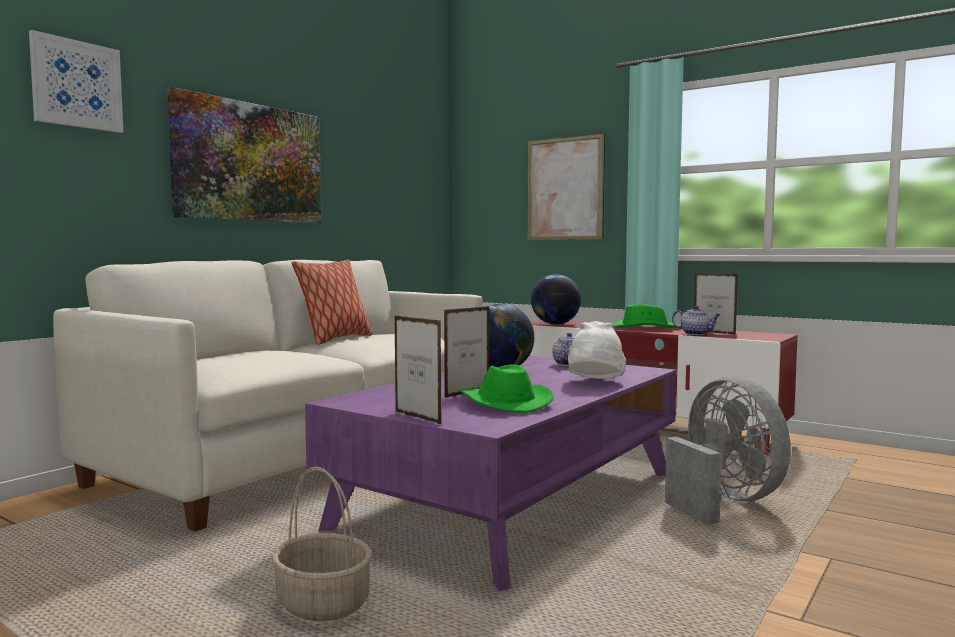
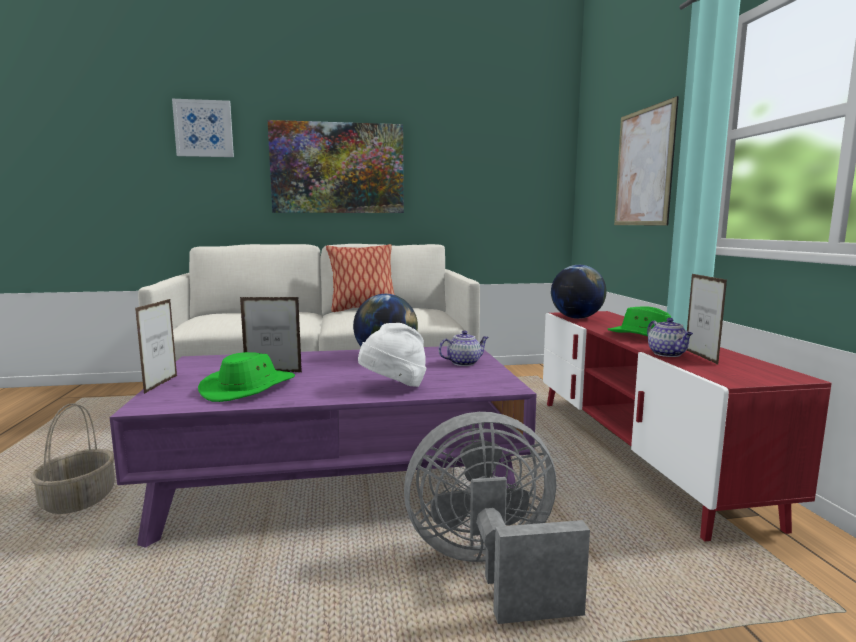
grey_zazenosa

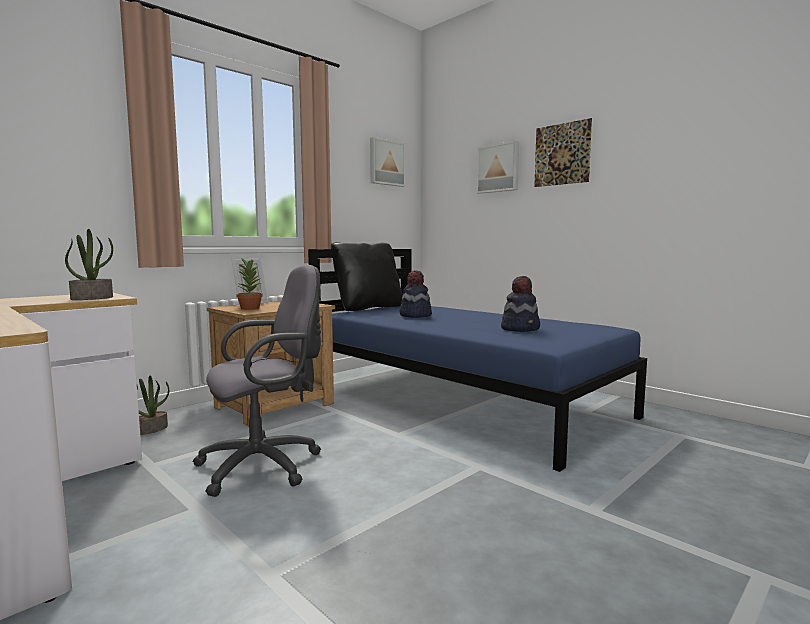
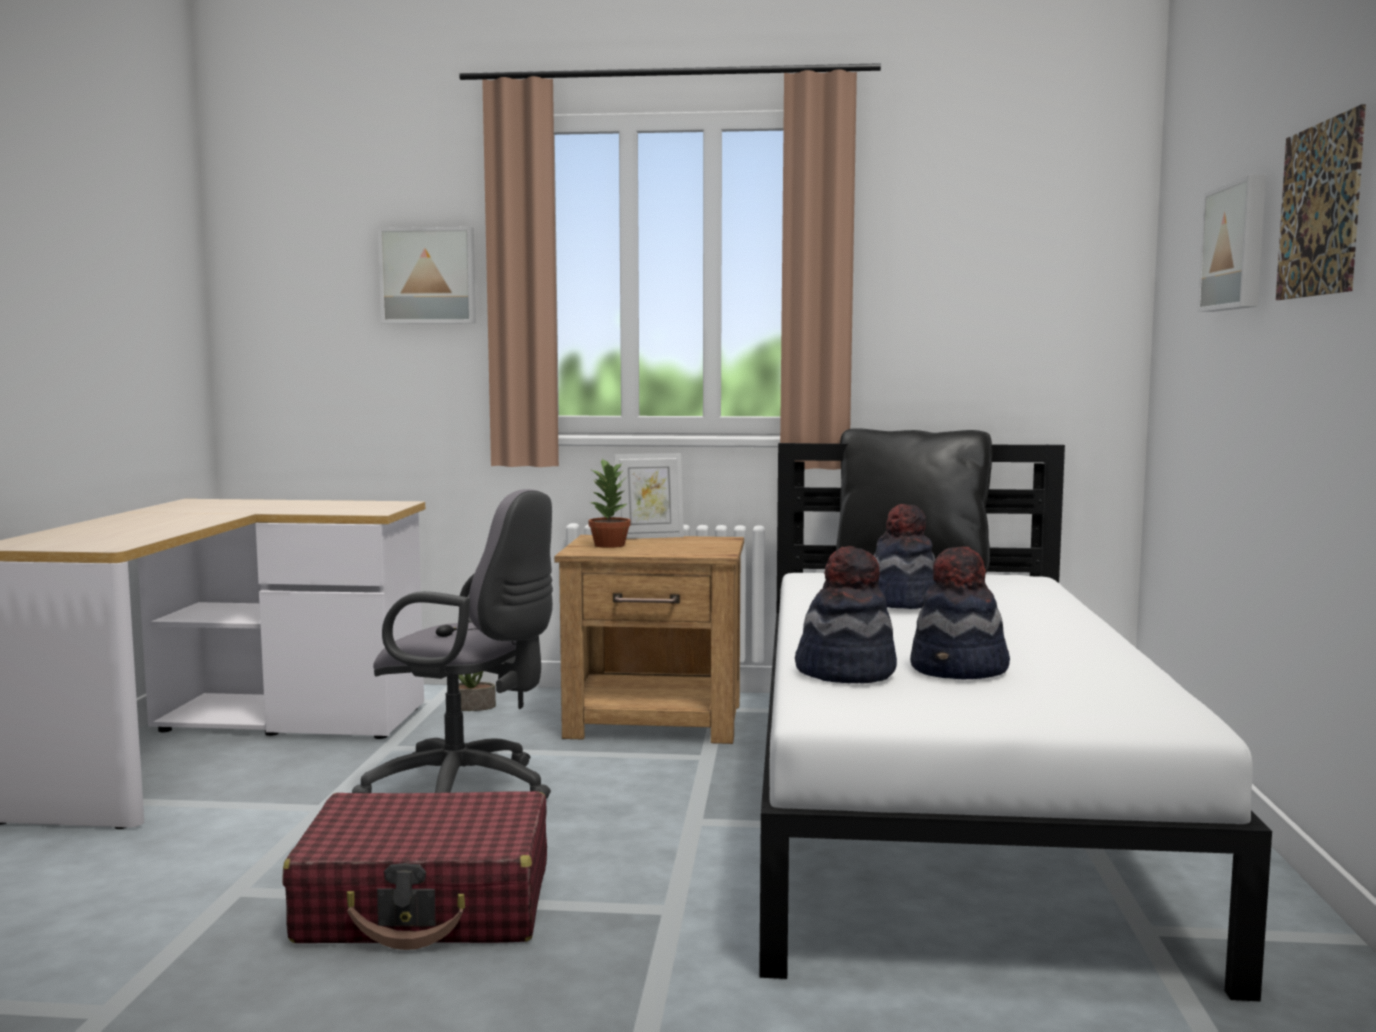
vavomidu (1st from left in the first image)
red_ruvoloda
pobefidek (1st from left)
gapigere (1st from left)
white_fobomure

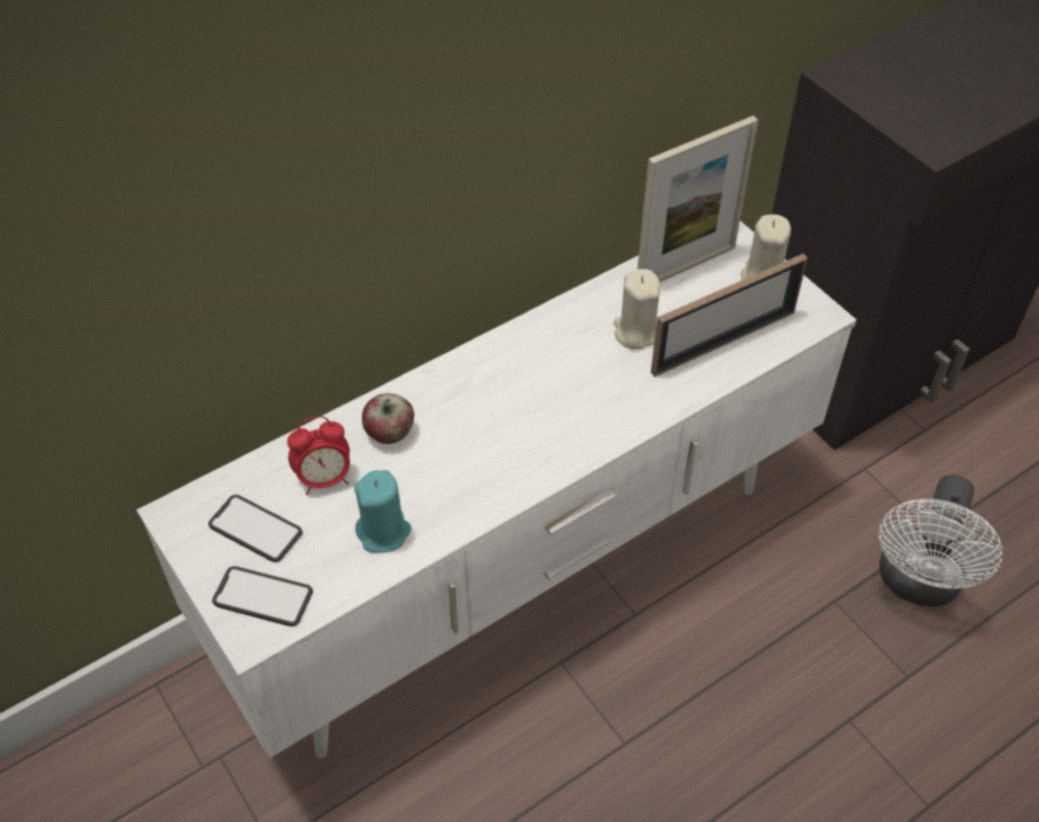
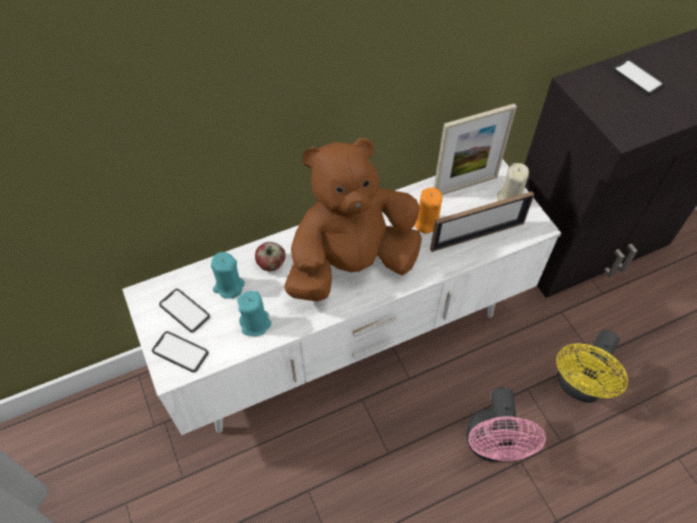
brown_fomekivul
pink_zazenosa
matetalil (3rd from left)
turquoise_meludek (1st from left)
orange_meludek
yellow_zazenosa

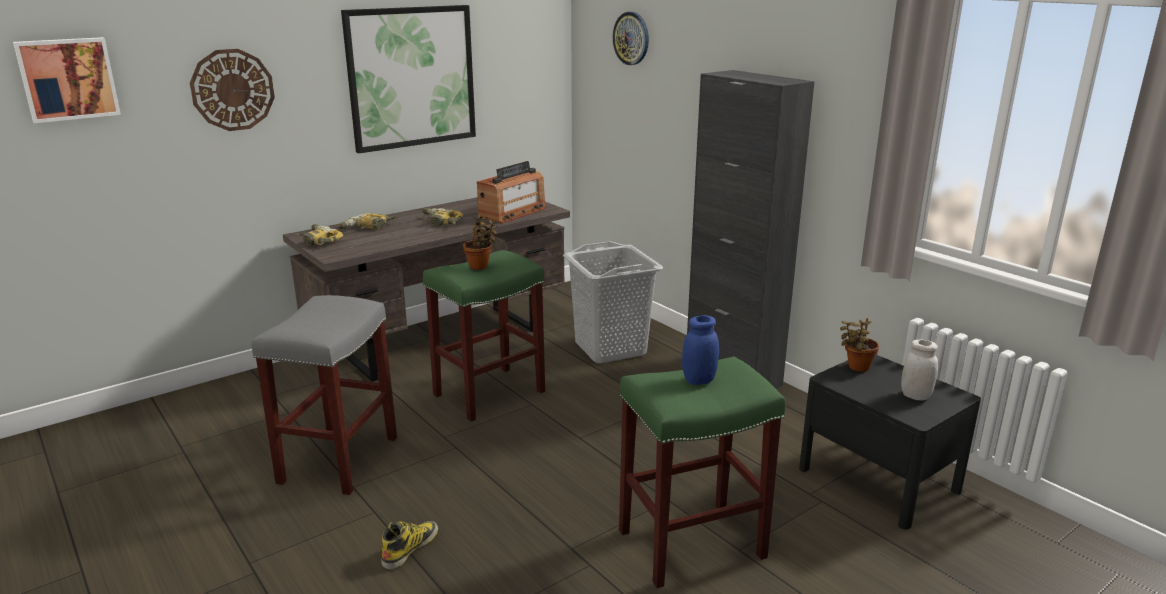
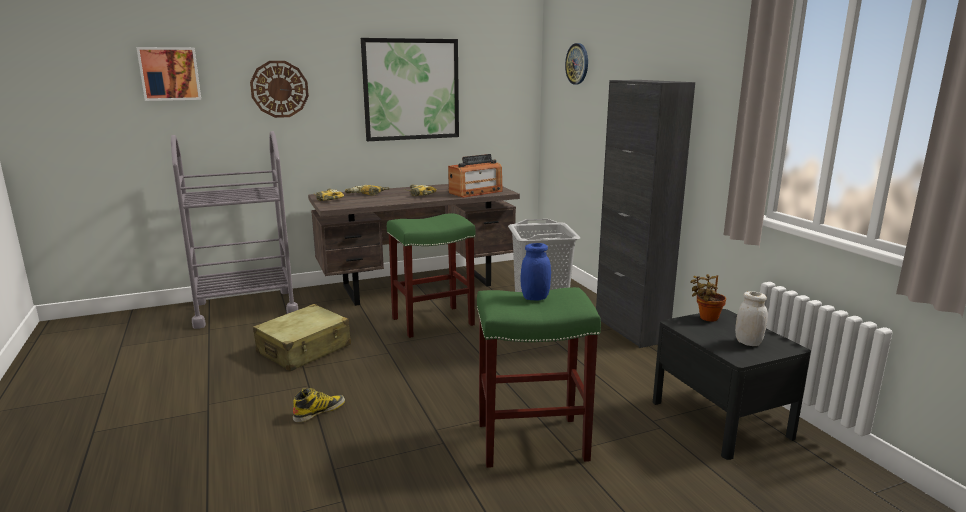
vavomidu (1st from left in the first image)
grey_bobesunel
beige_ruvoloda

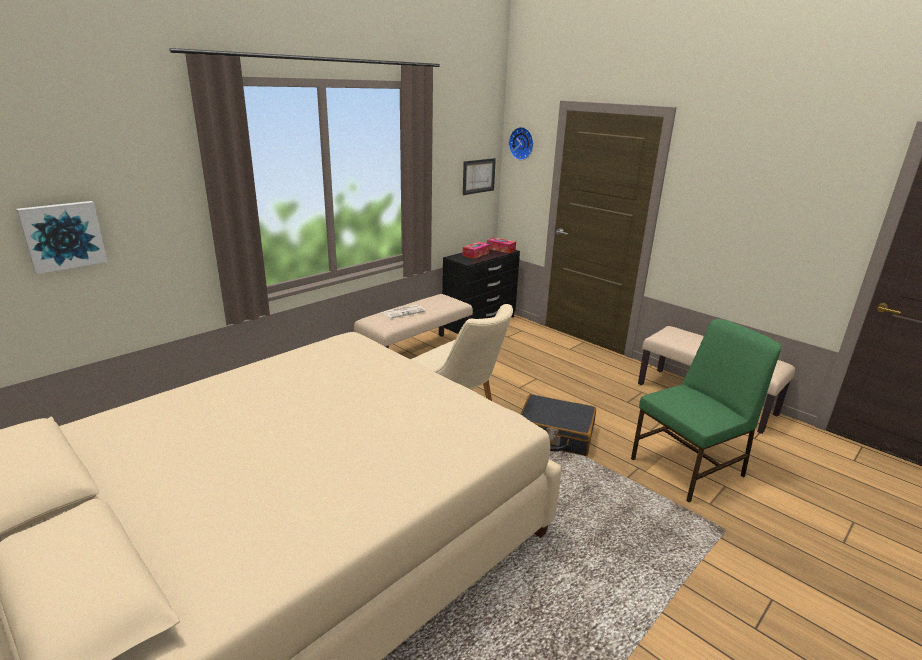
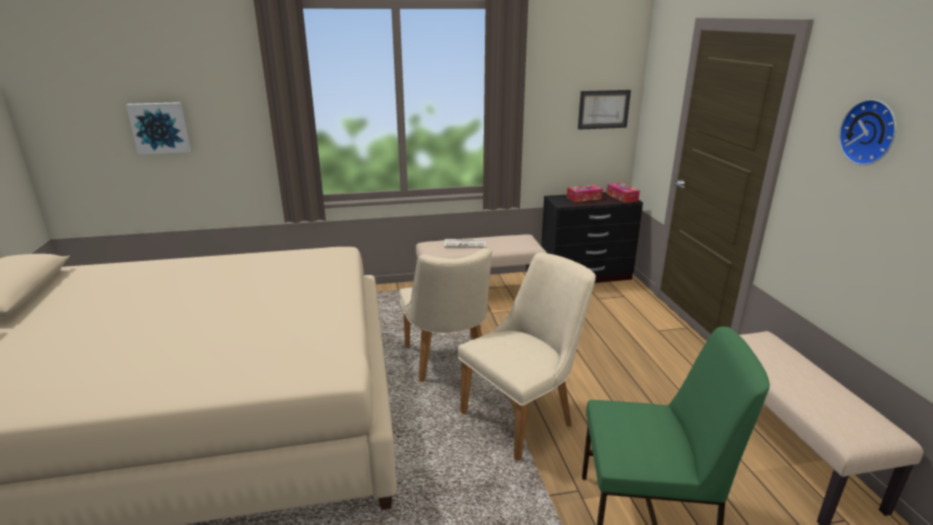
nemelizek
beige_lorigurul (2nd from left)

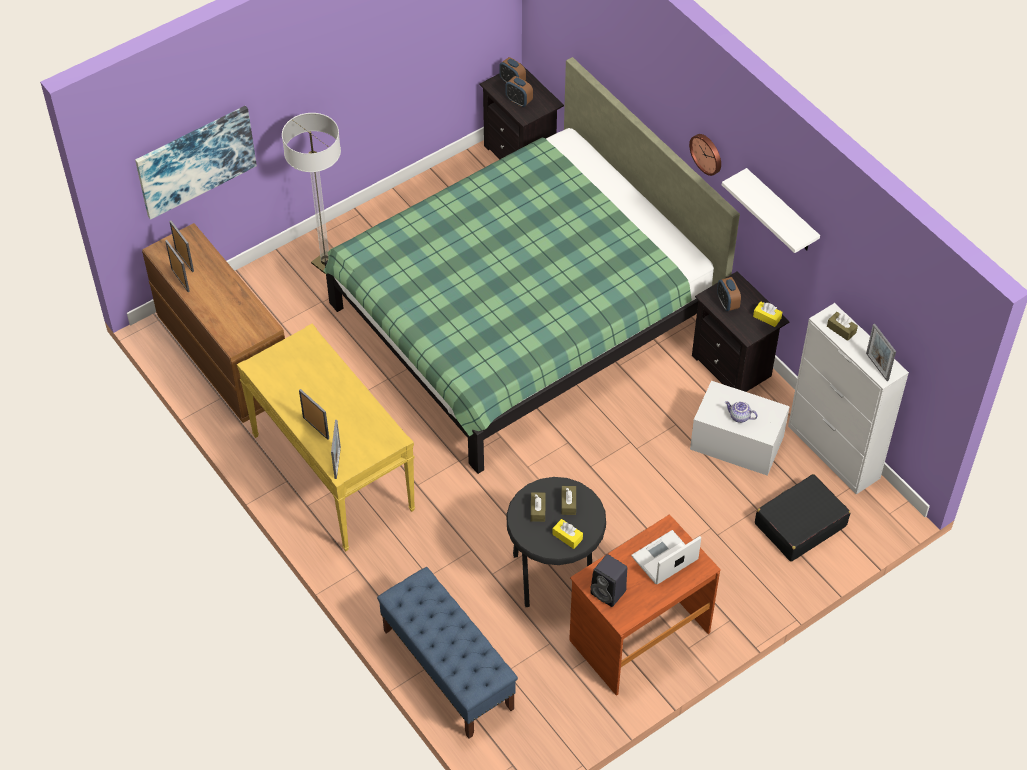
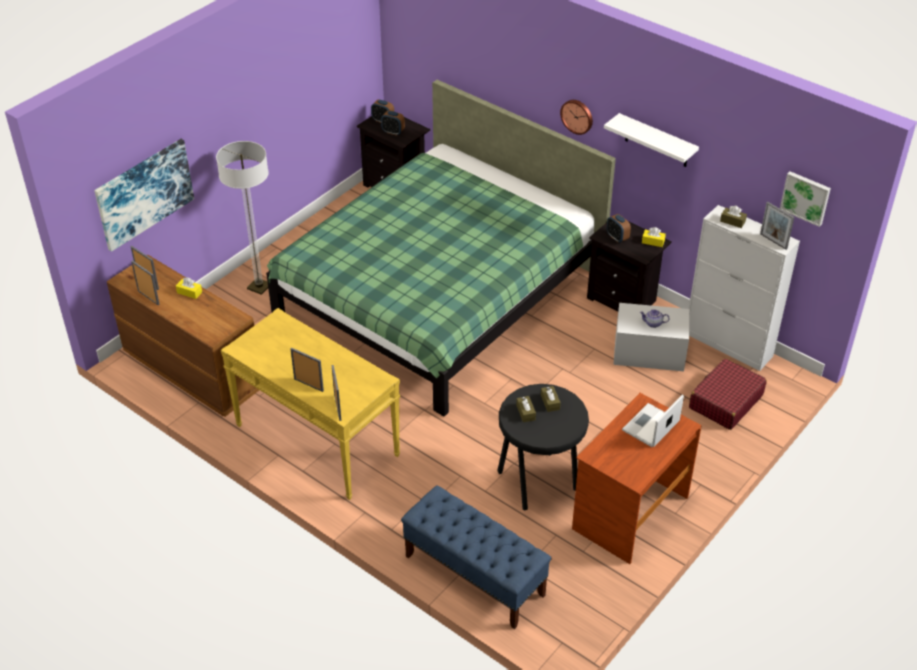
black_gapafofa
gapigere (2nd from left)
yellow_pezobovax (1st from left)
red_ruvoloda

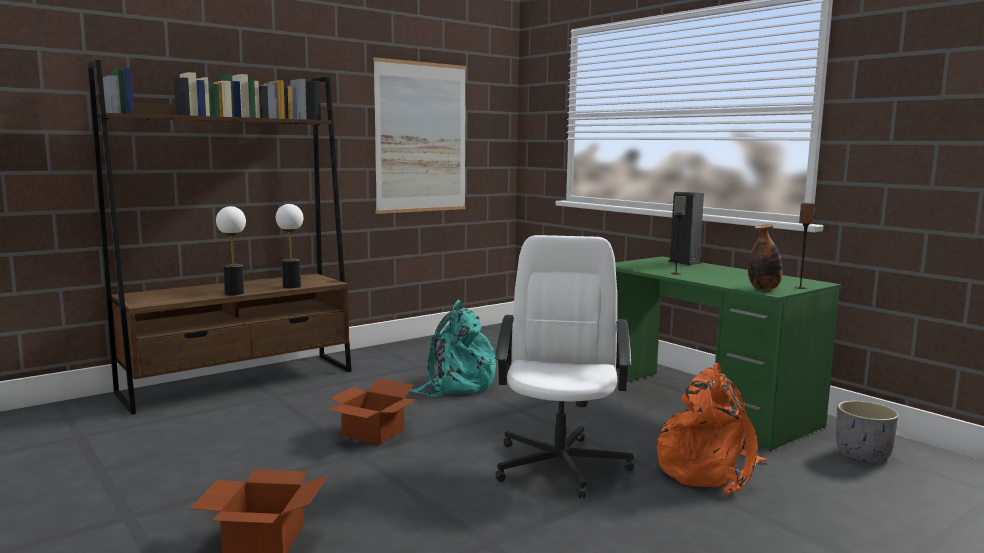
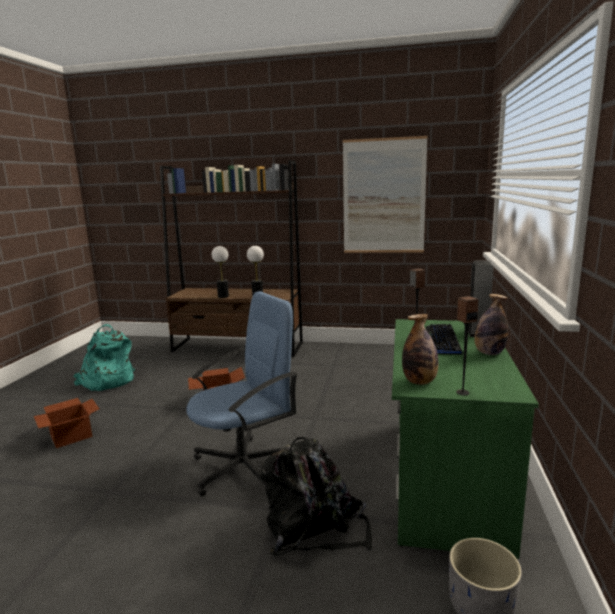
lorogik
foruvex (2nd from left)
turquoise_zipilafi
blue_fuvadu
black_zipilafi

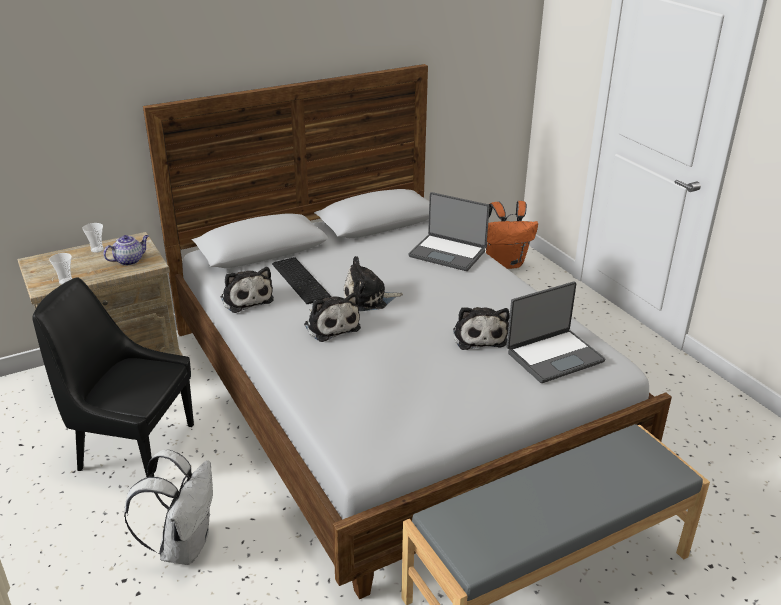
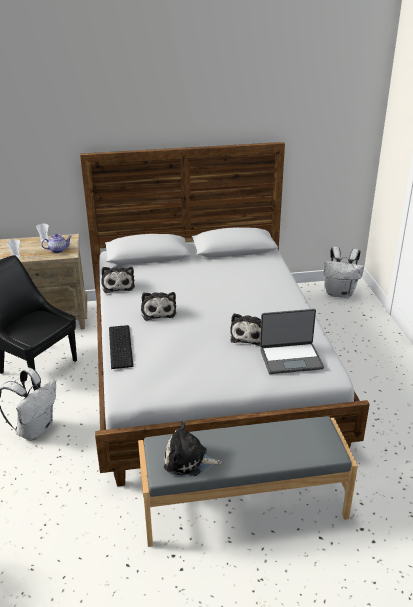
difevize (1st from left in the first image)
lorogik
fomekivul (3rd from left)
white_zipilafi (2nd from left)

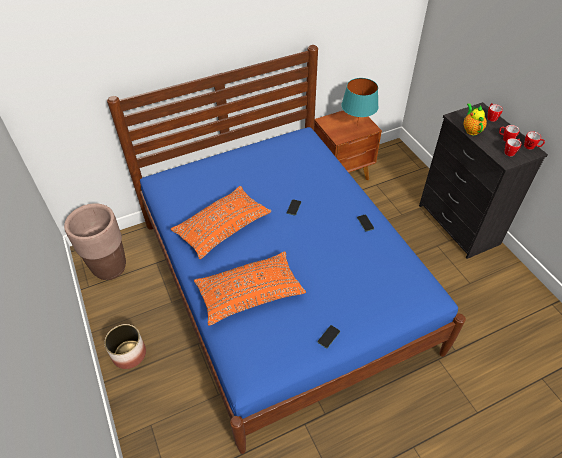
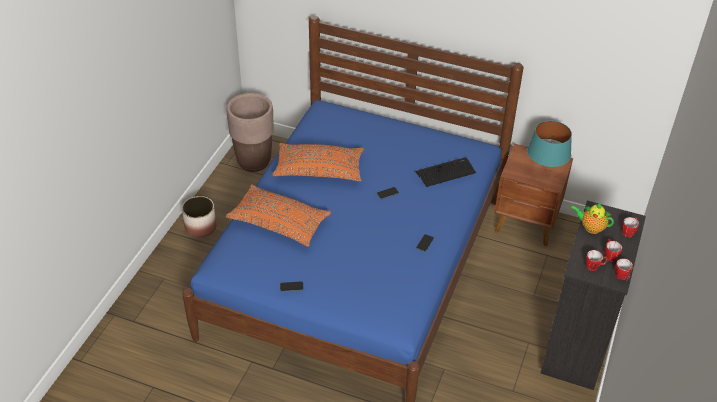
lorogik
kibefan

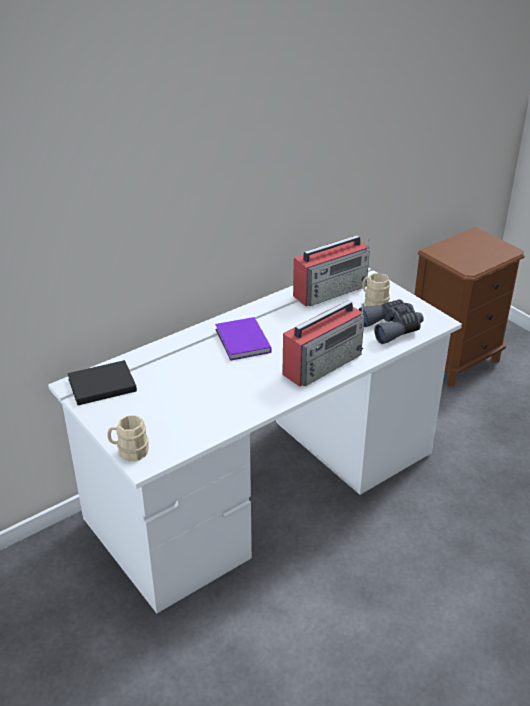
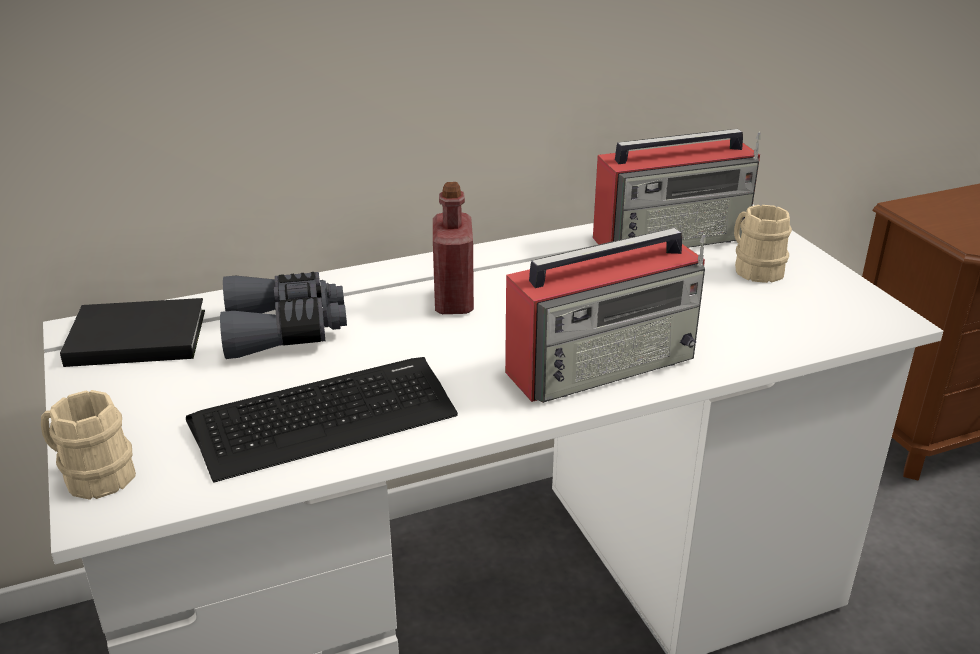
lorogik
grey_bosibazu
red_foruvex

